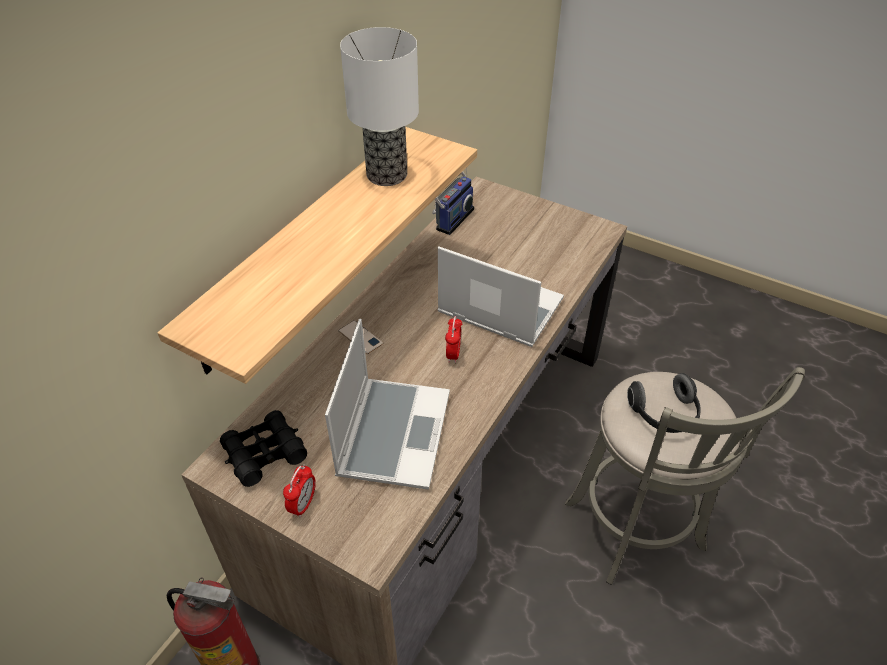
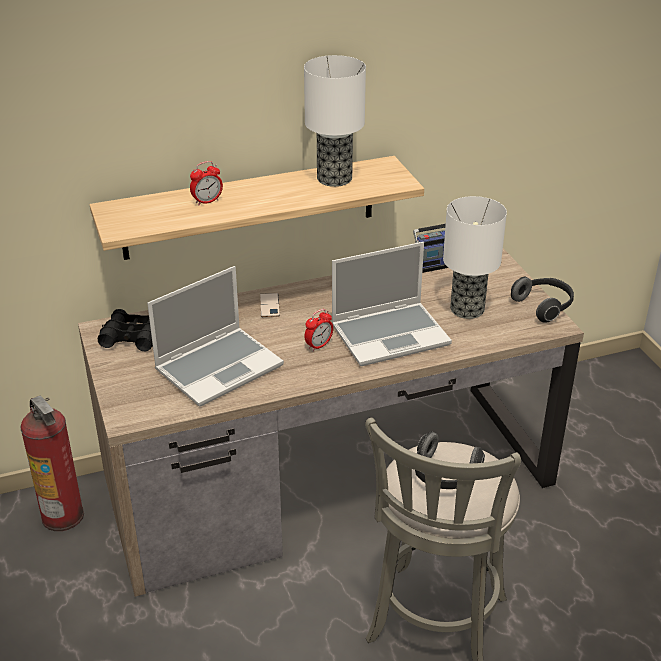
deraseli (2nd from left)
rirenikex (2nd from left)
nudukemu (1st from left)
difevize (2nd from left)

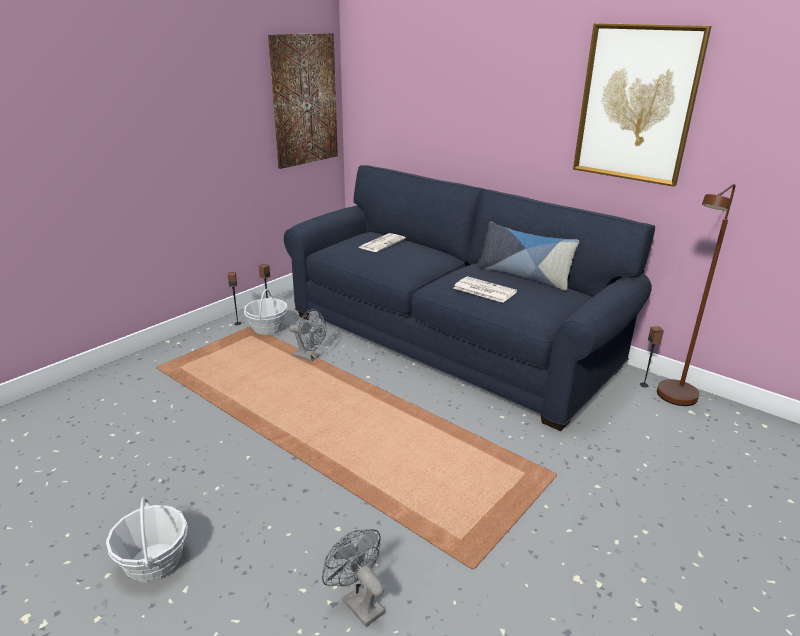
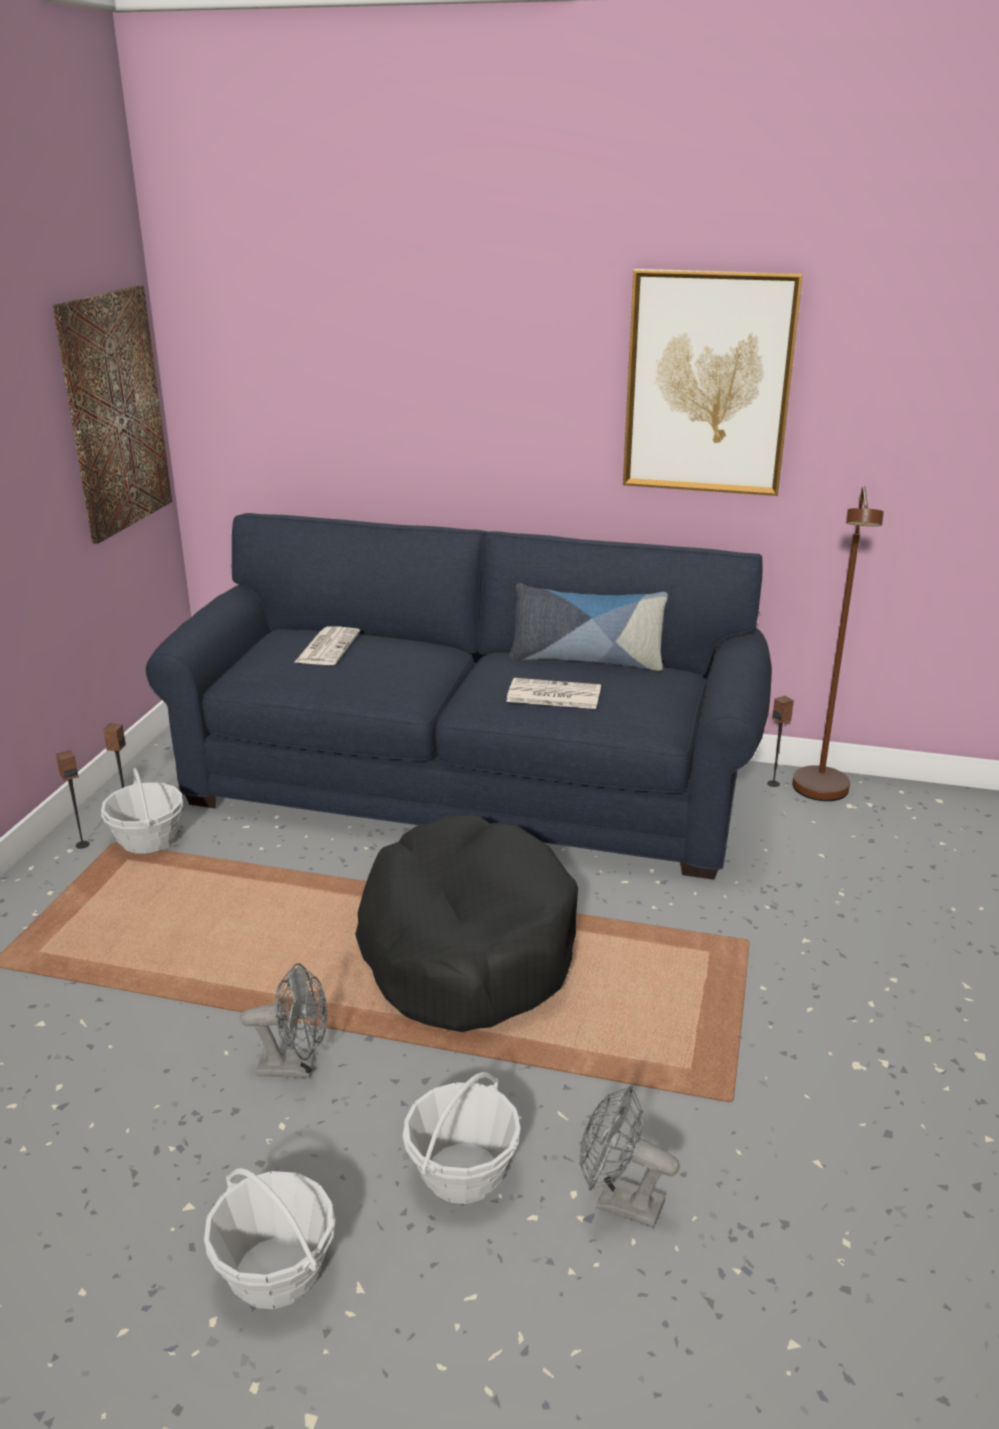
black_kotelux
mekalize (3rd from left)
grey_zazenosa (1st from left)

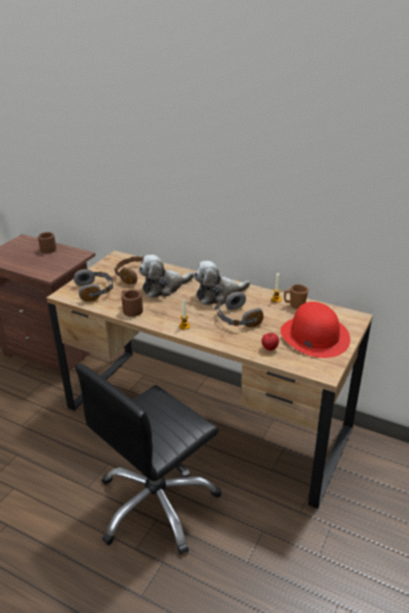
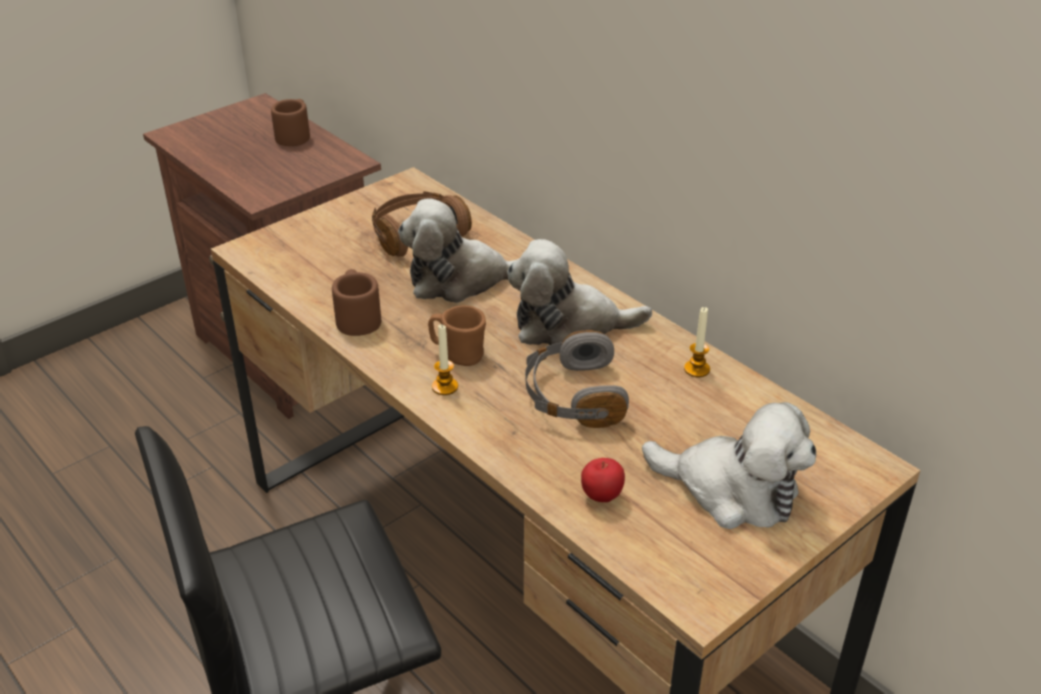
grey_rirenikex (1st from left in the first image)
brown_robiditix (3rd from left)
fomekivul (3rd from left)

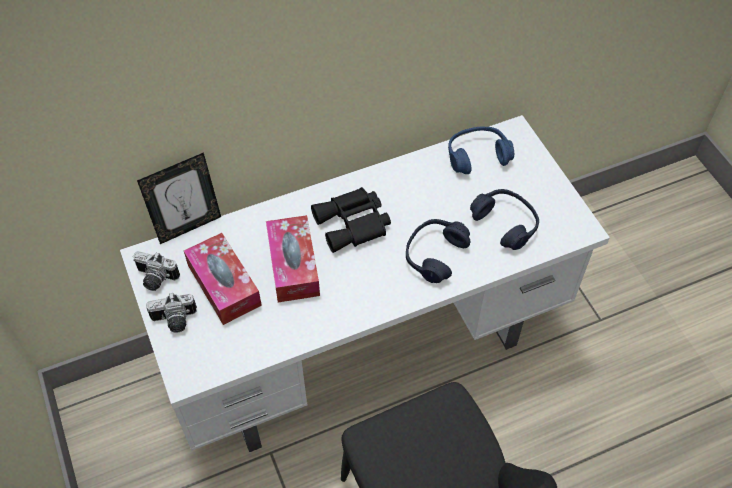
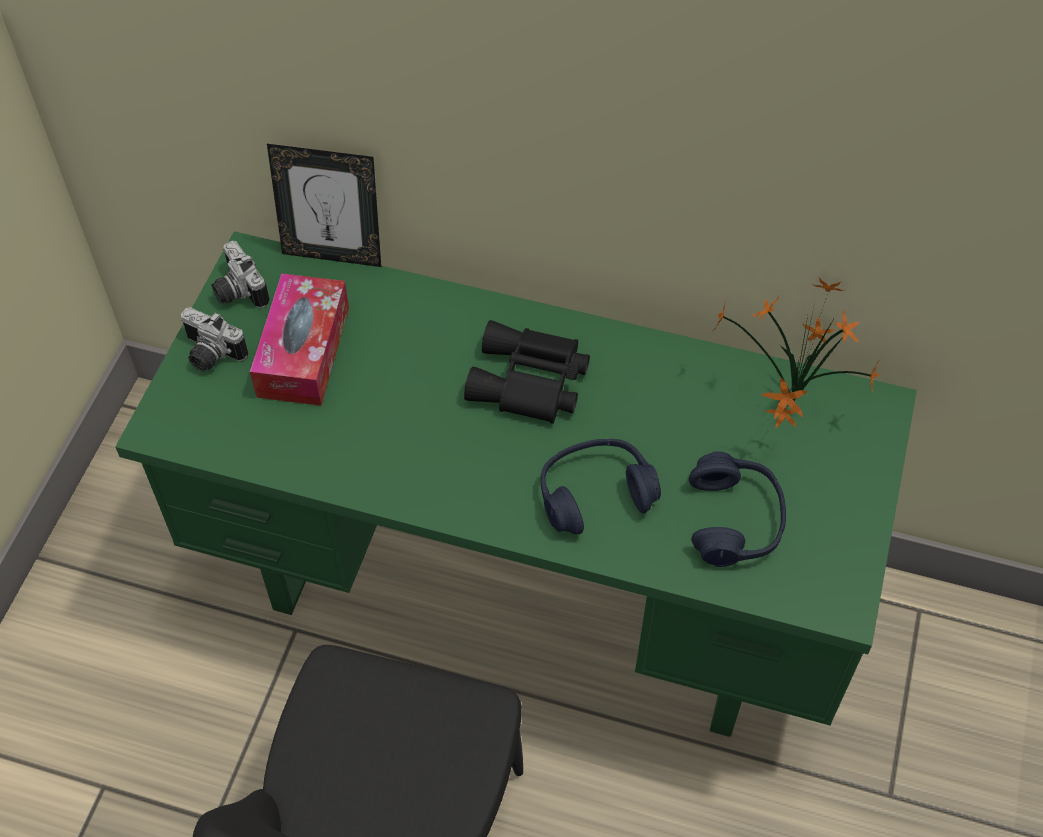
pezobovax (2nd from left in the first image)
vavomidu
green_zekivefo

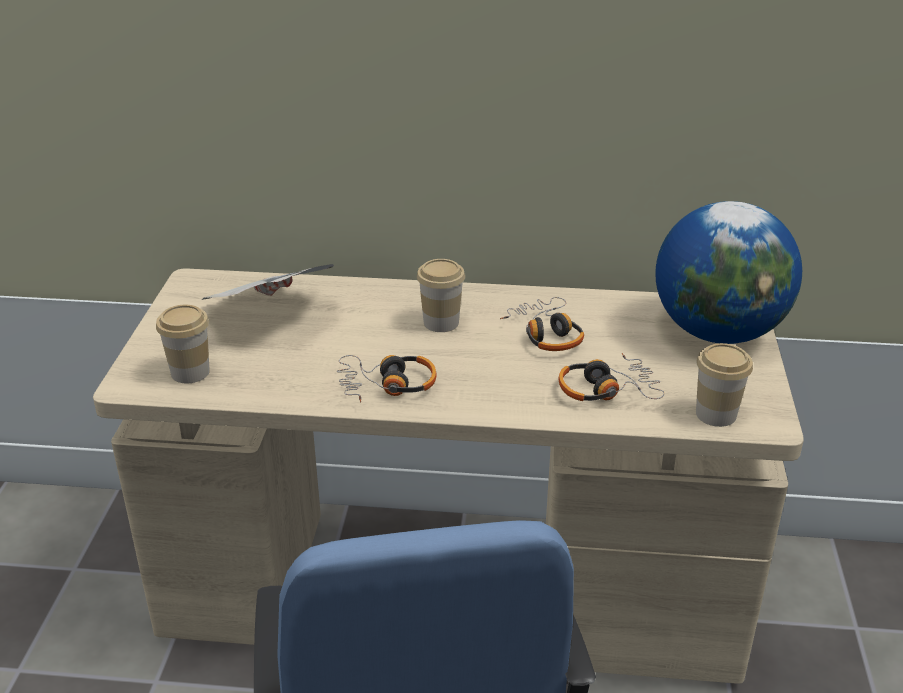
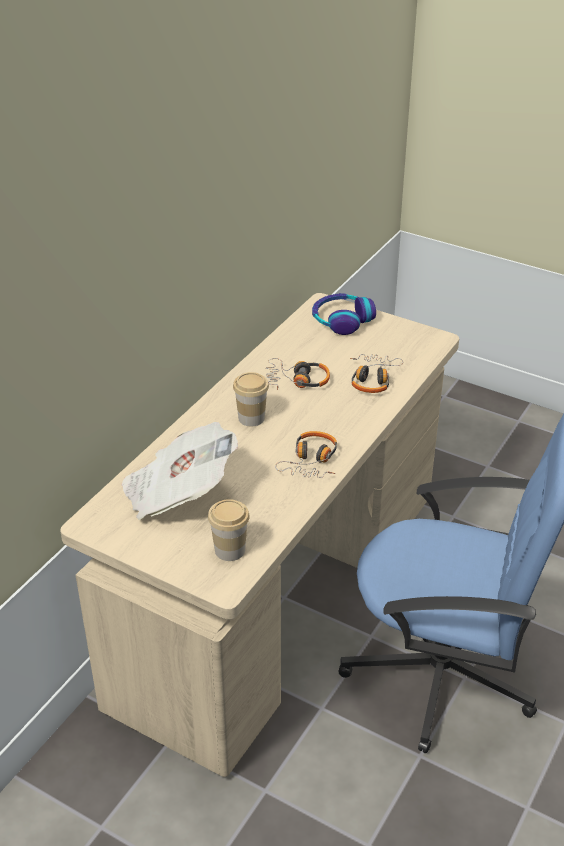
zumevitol (3rd from left in the first image)
rirenikex (3rd from left)

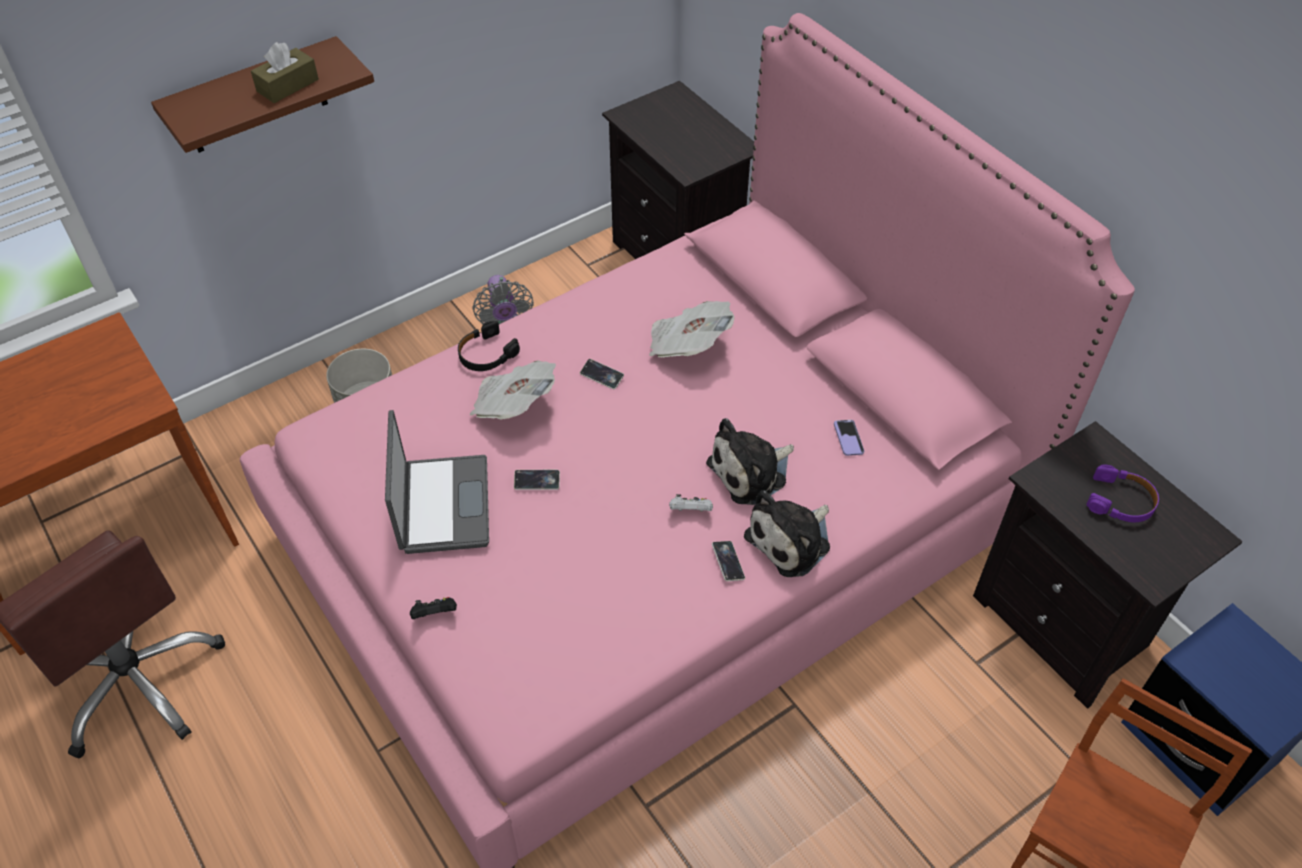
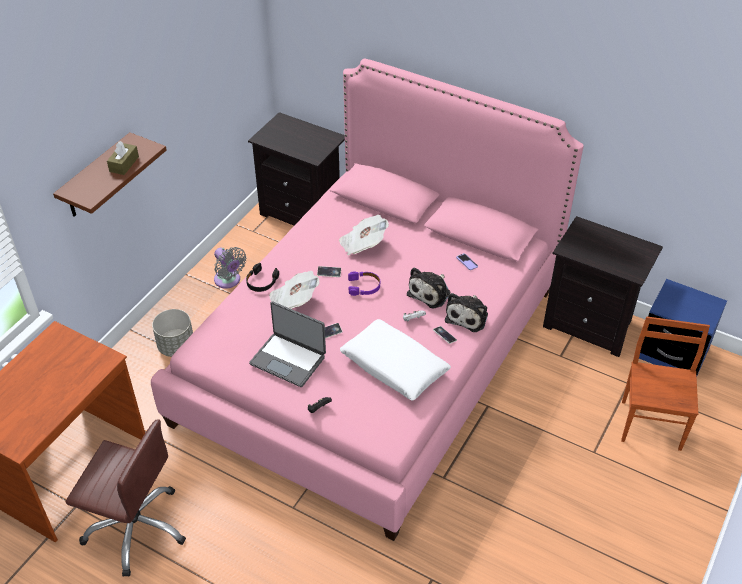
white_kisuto
purple_rirenikex
difevize

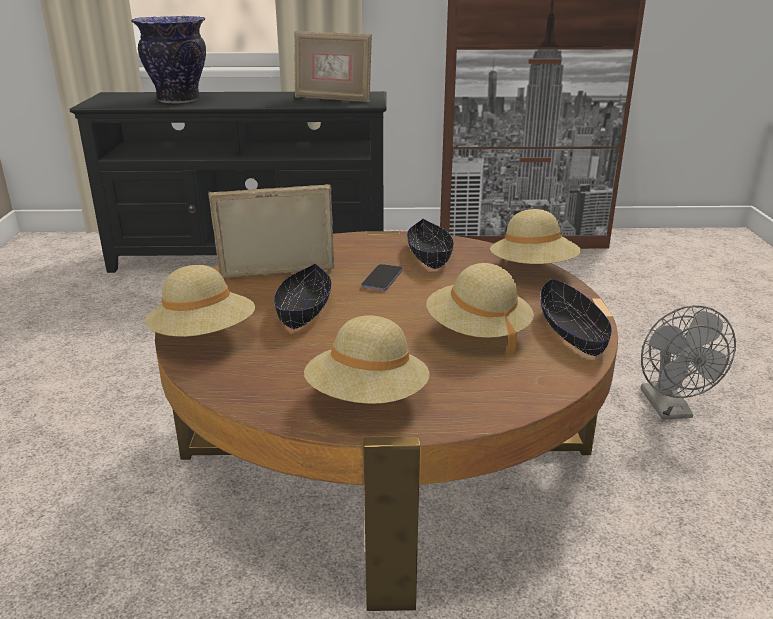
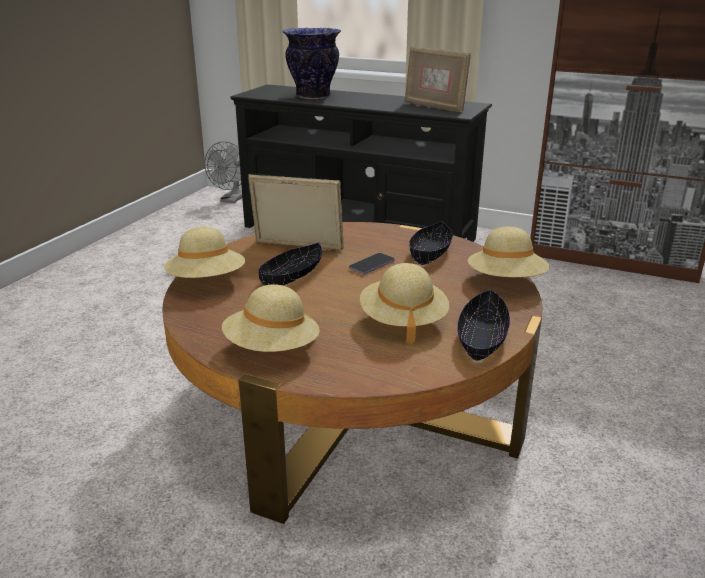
grey_zazenosa

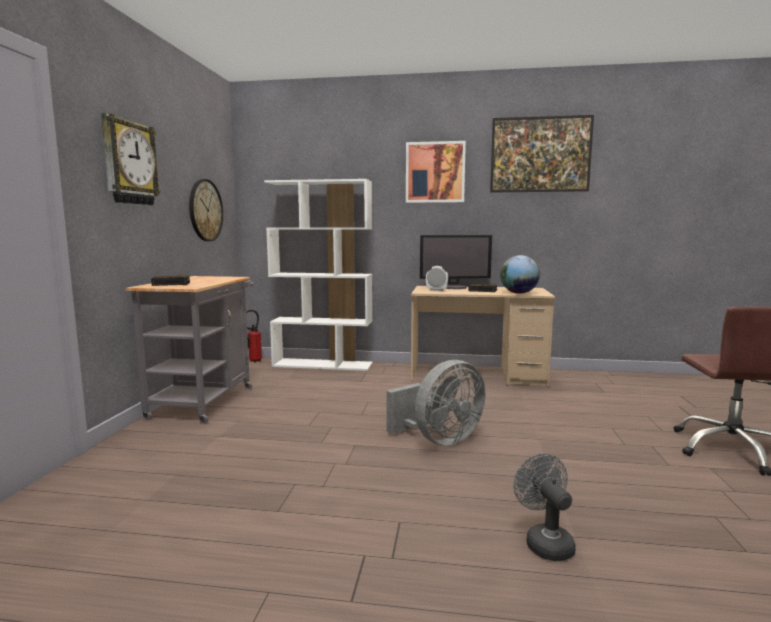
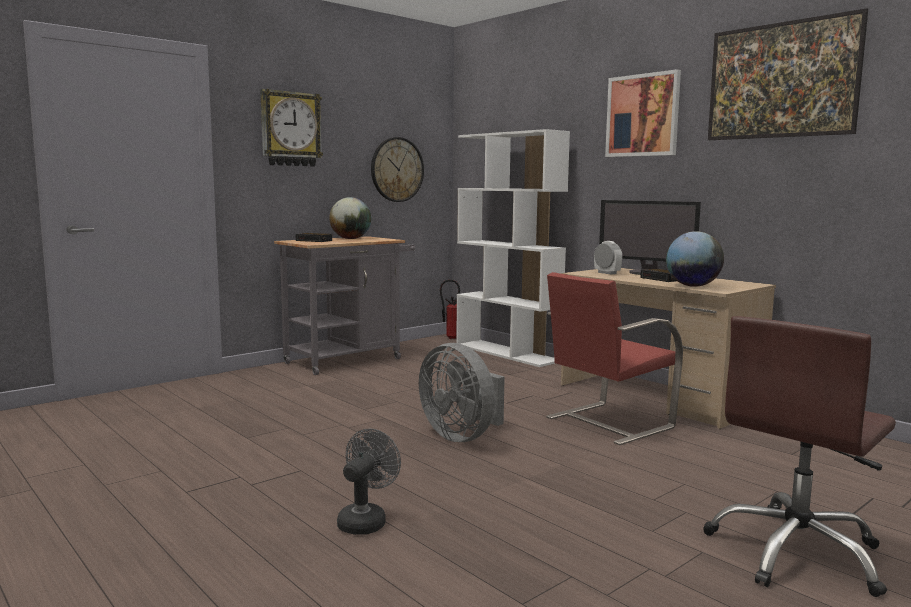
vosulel (1st from left)
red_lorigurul
grey_zazenosa (2nd from left)

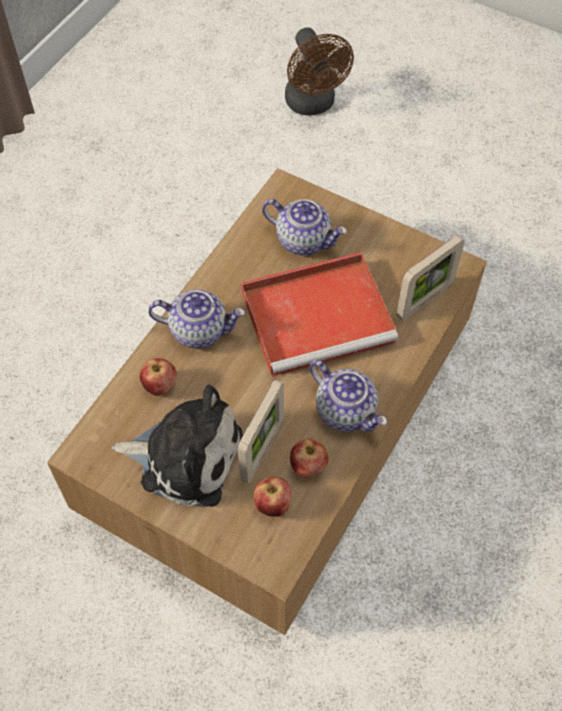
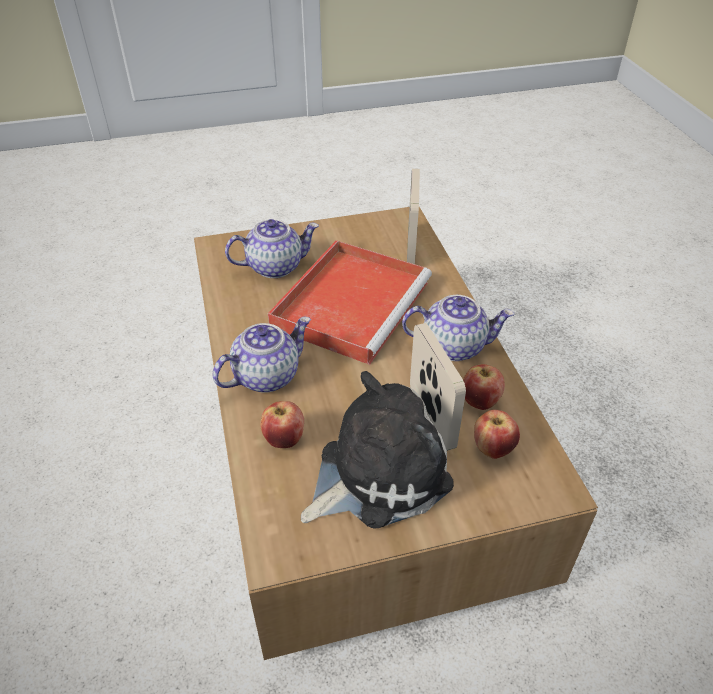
brown_zazenosa

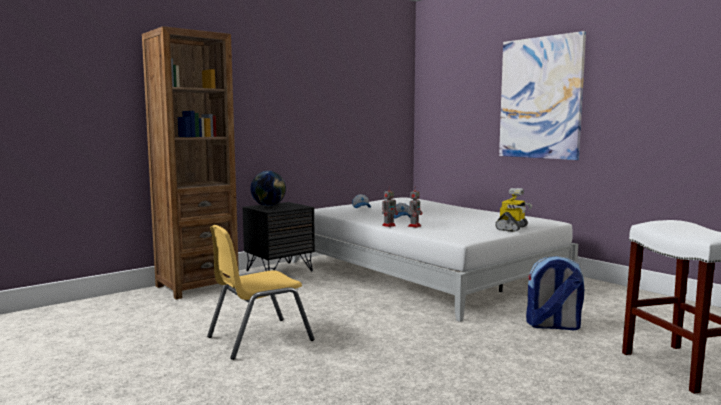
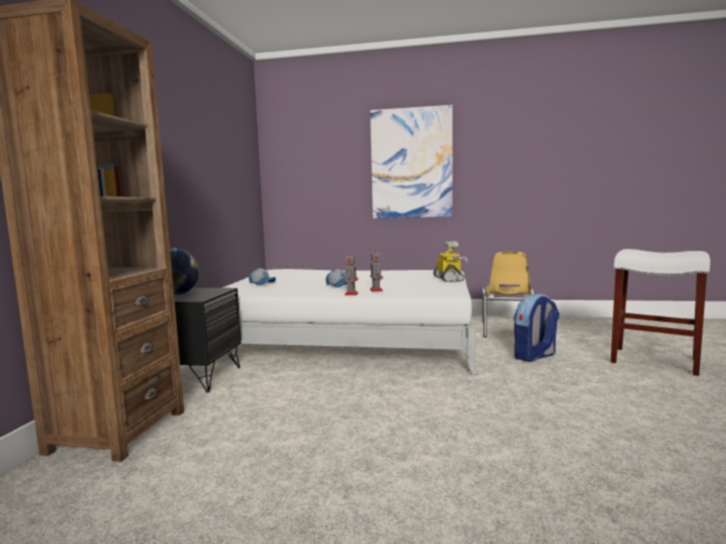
yellow_lorigurul

